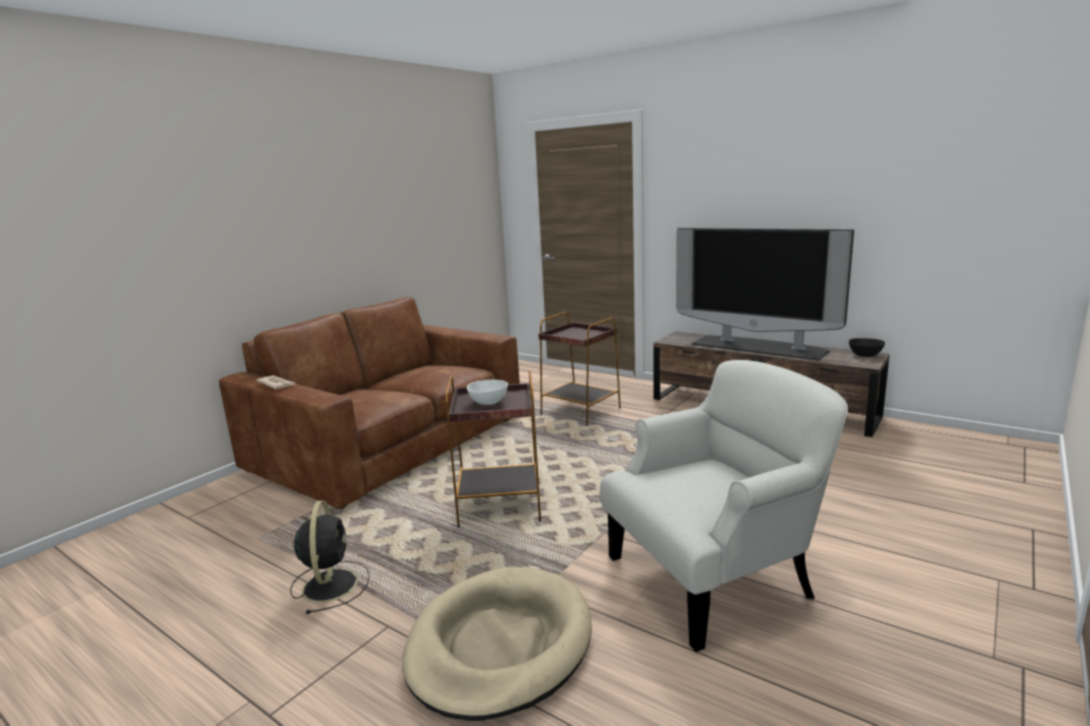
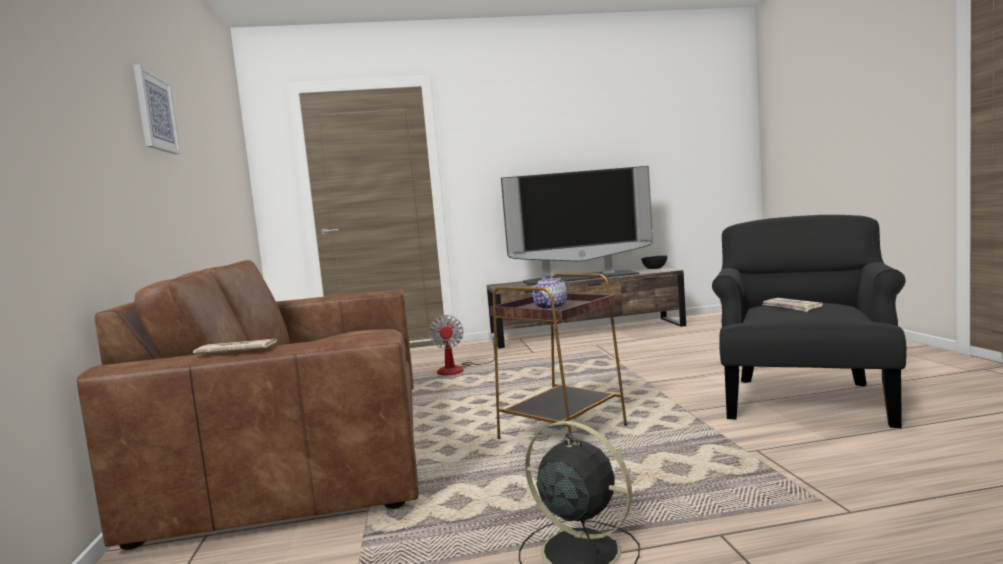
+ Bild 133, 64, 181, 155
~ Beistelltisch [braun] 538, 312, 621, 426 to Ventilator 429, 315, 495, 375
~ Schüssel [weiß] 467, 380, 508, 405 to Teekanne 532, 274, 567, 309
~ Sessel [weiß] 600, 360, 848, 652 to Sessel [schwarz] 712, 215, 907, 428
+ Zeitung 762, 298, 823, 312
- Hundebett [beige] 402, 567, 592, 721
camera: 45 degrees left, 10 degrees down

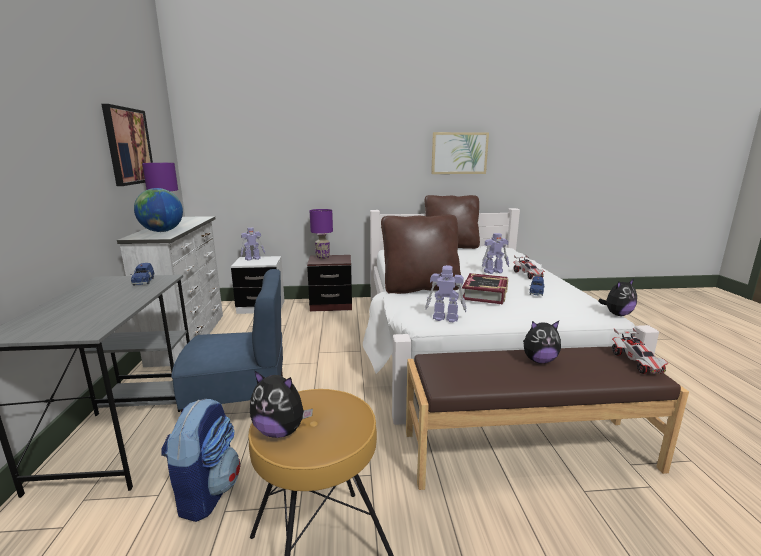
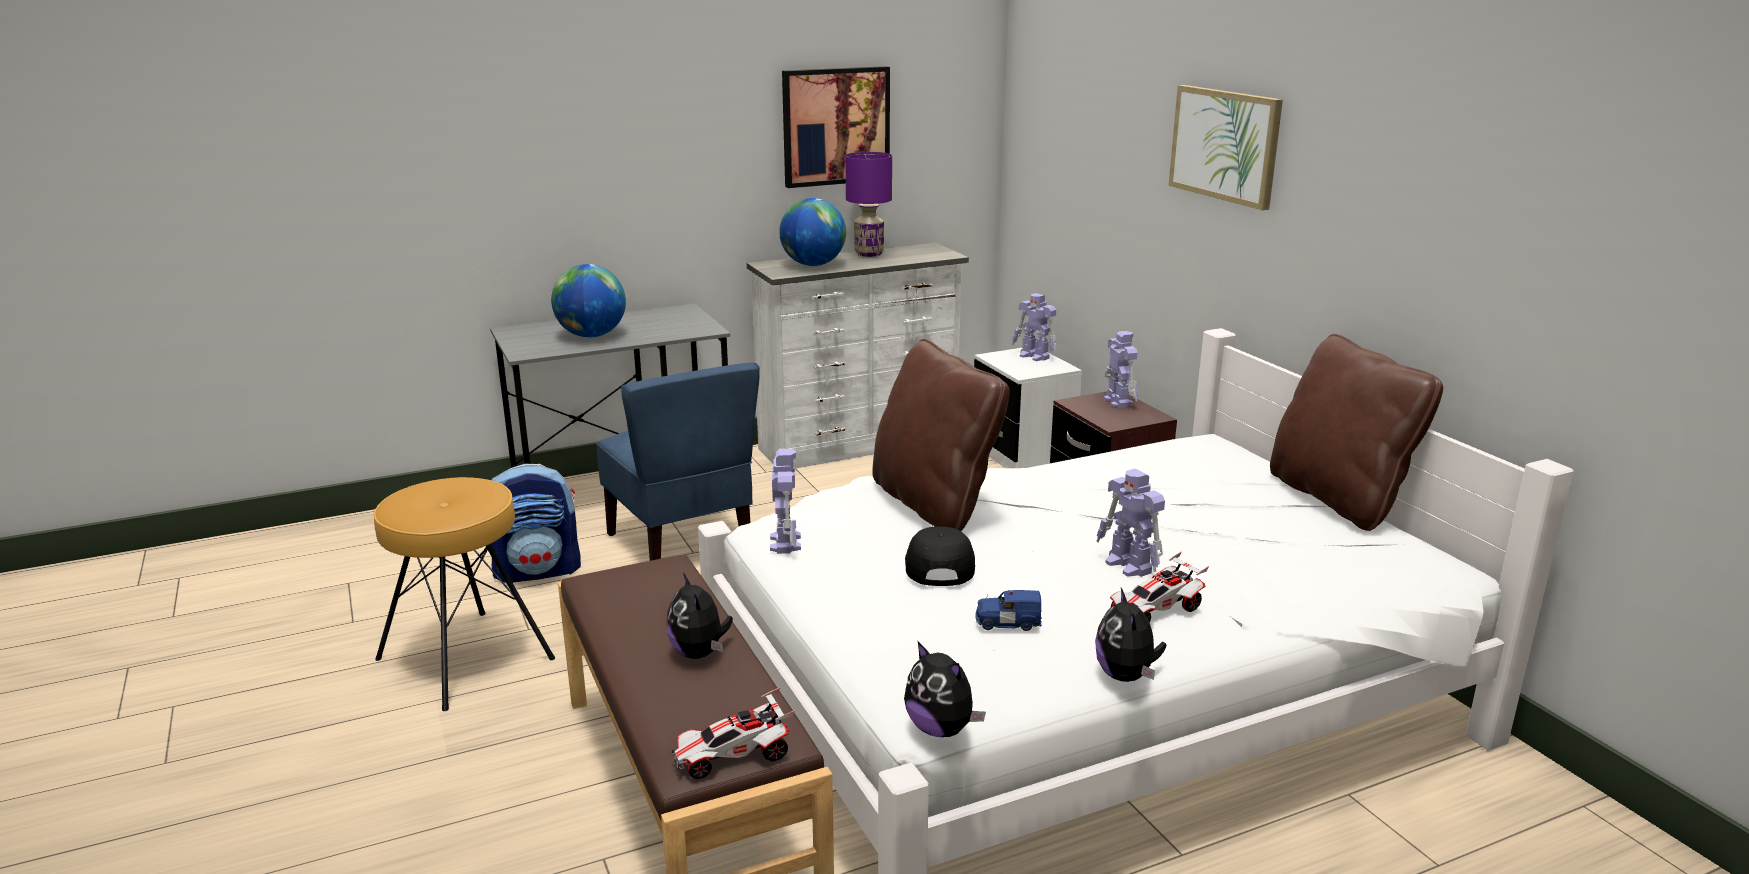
+ Globus 551, 264, 626, 338
~ Buch 462, 273, 508, 305 to Kappe [schwarz] 905, 526, 975, 586
~ Plüschtier 250, 370, 313, 438 to 1095, 588, 1166, 682
~ Tischlampe [lila] 310, 209, 333, 259 to Spielzeugroboter 1104, 331, 1138, 408
~ Bild 431, 132, 489, 174 to 1168, 85, 1283, 210
- Spielzeugauto [blau] 130, 263, 155, 285
camera: 70 degrees right, 5 degrees up

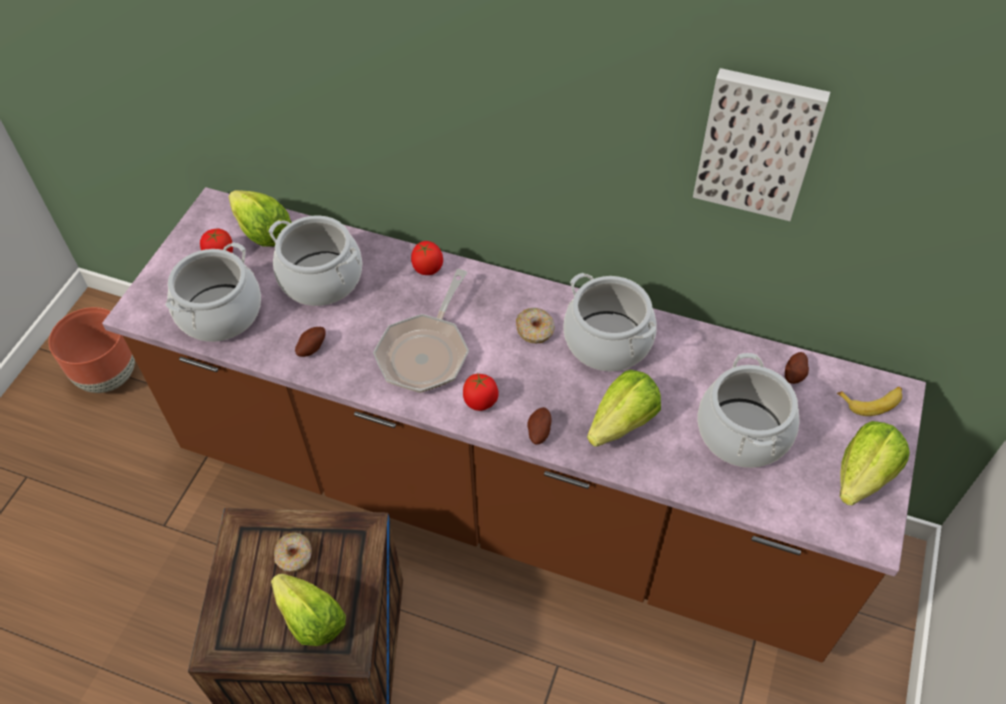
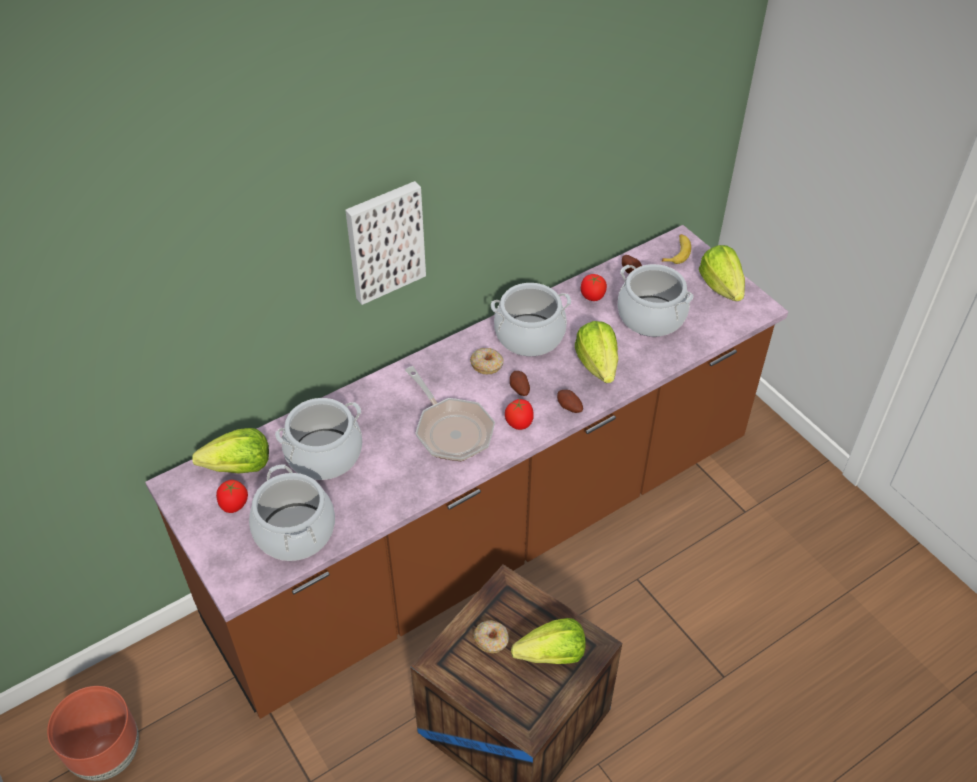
~ Bild 693, 68, 830, 221 to 345, 181, 426, 305
~ Kartoffel 295, 327, 326, 357 to 510, 371, 530, 396
~ Tomate 411, 241, 443, 275 to 581, 274, 607, 301
camera: 55 degrees left, 5 degrees down

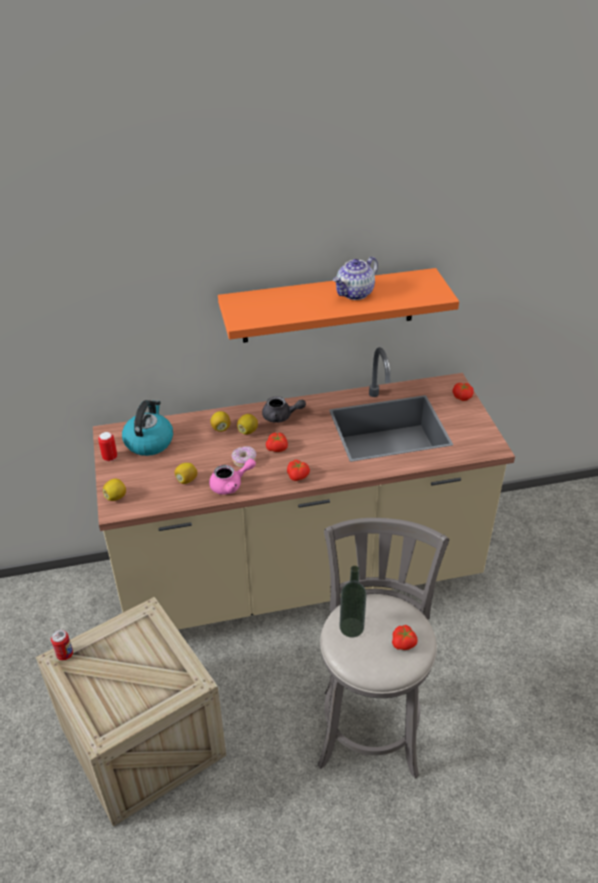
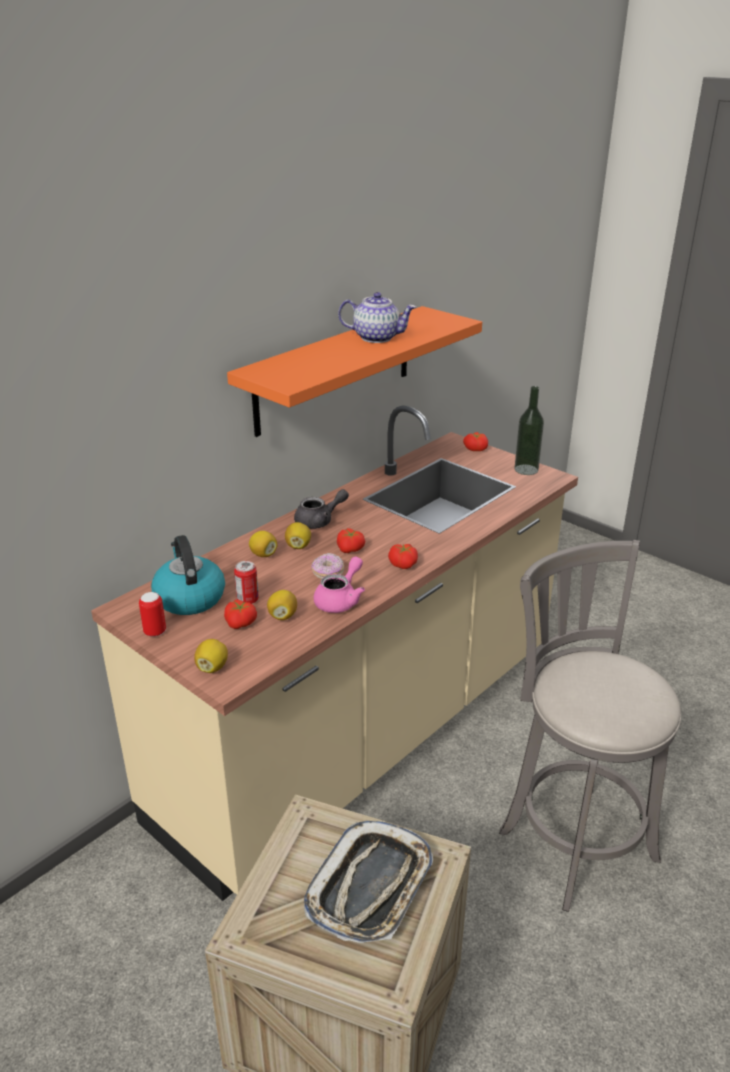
~ Tomate 392, 625, 418, 650 to 224, 600, 257, 629
~ Dose 51, 630, 73, 661 to 234, 561, 259, 604
+ Tablett 304, 821, 433, 943
~ Teekanne 333, 257, 378, 300 = 338, 292, 416, 343 90 degrees counterclockwise
~ Flasche 340, 566, 367, 637 to 514, 386, 544, 475
camera: 35 degrees left, 10 degrees down

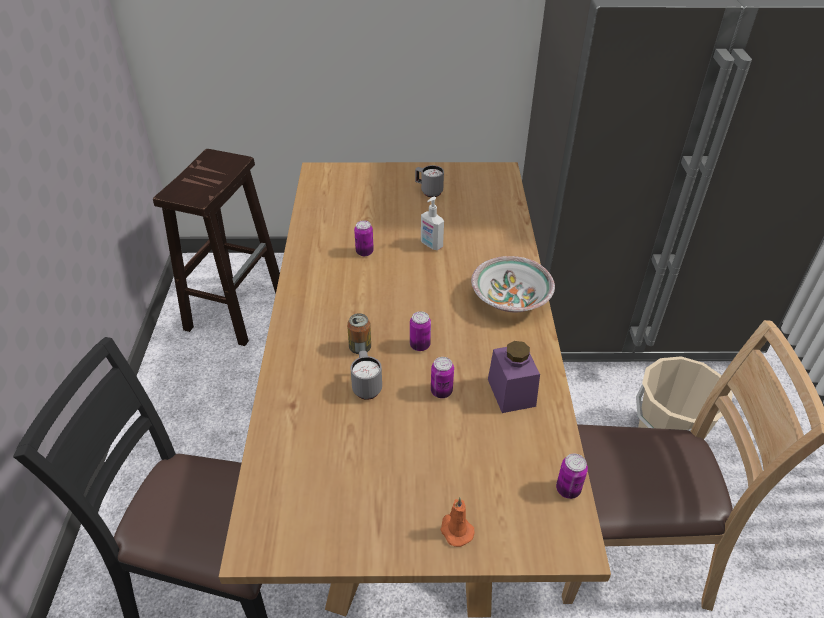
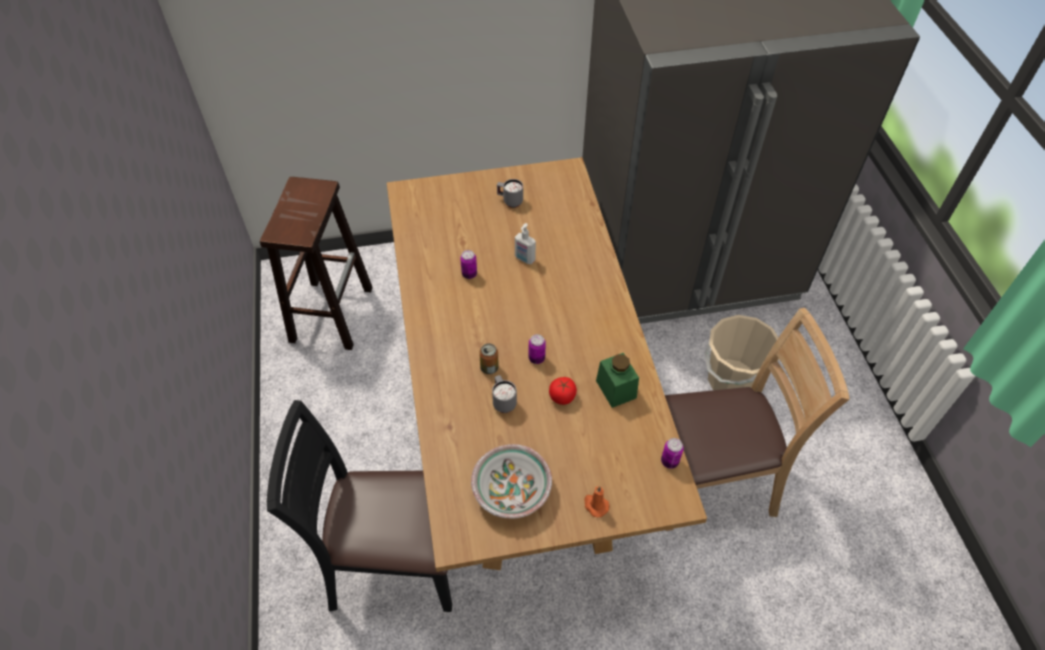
~ Schüssel 471, 256, 555, 312 to 471, 444, 552, 519
~ Dose 431, 357, 454, 398 to Tomate 549, 377, 577, 405
~ Vorratsglas [lila] 488, 341, 540, 413 to Vorratsglas [grün] 596, 353, 639, 408
camera: 10 degrees left, 10 degrees up

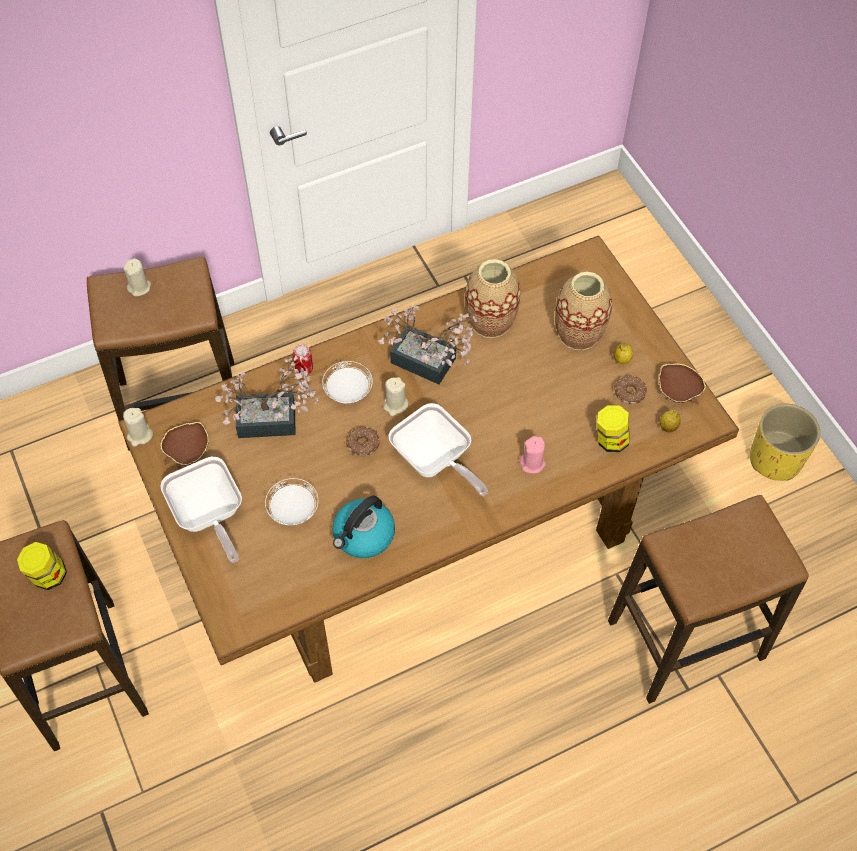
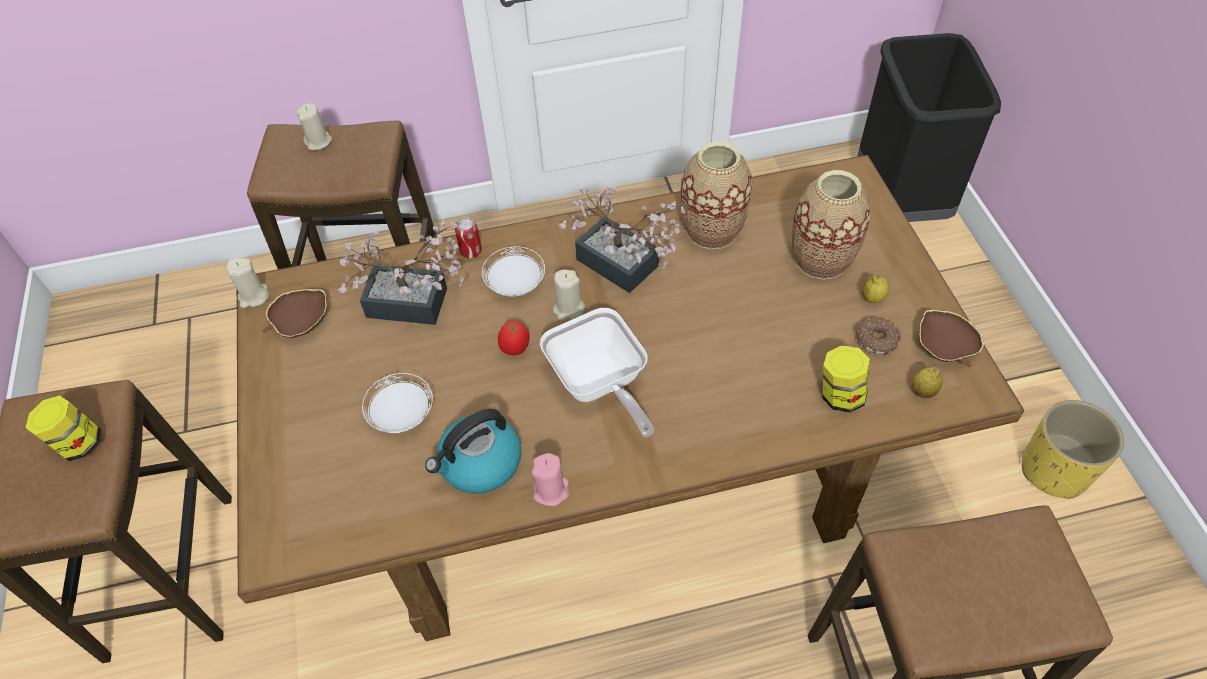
~ Donut 346, 427, 380, 456 to Tomate 498, 321, 530, 355
~ Kerze [rosa] 520, 436, 546, 473 to 532, 453, 569, 506
+ Mülleimer [schwarz] 857, 33, 1001, 222
- Pfanne 160, 457, 242, 563
camera: 15 degrees right, 5 degrees down

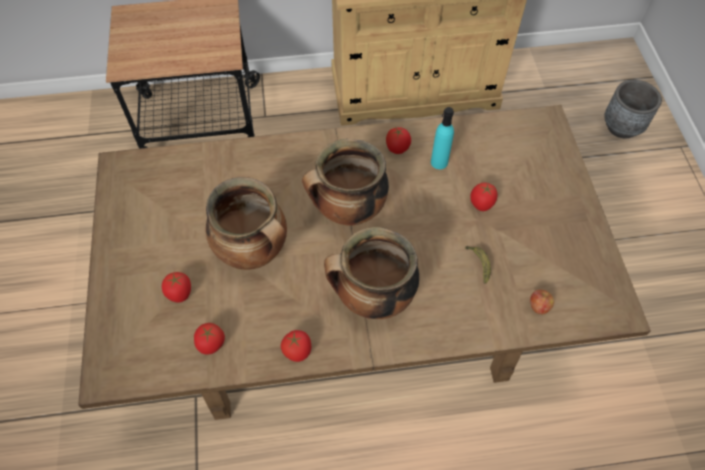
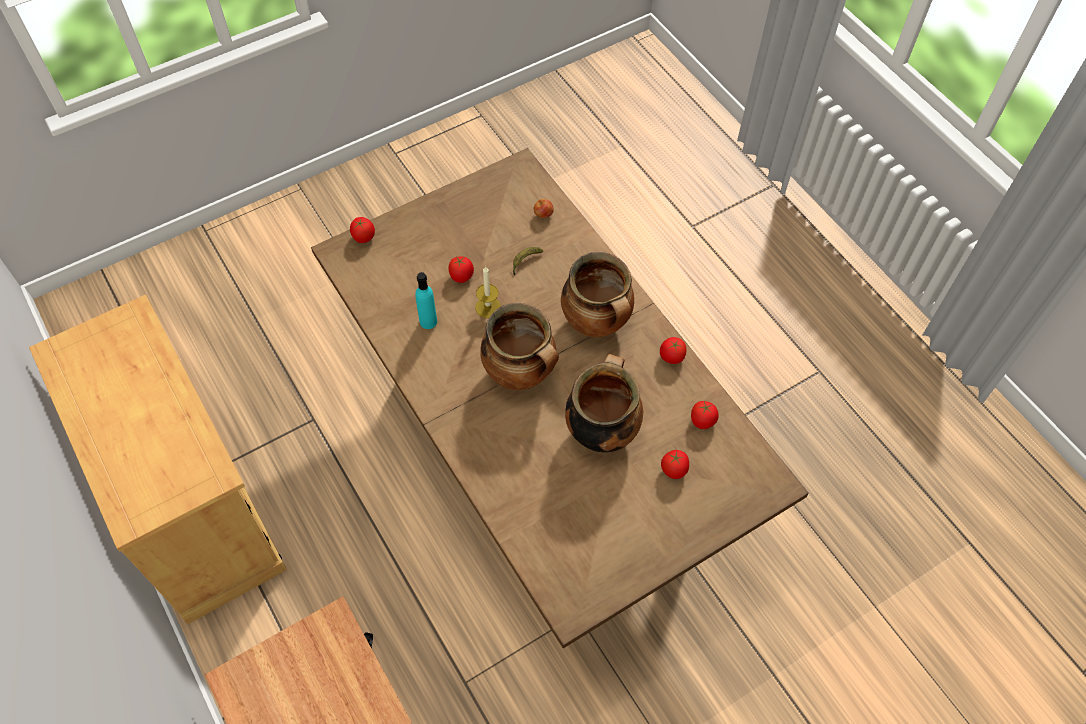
~ Tomate 386, 127, 411, 154 to 350, 217, 375, 243
+ Kerze 475, 266, 501, 318
- Pflanzkübel [grau] 604, 80, 662, 138
camera: 115 degrees left, 0 degrees up

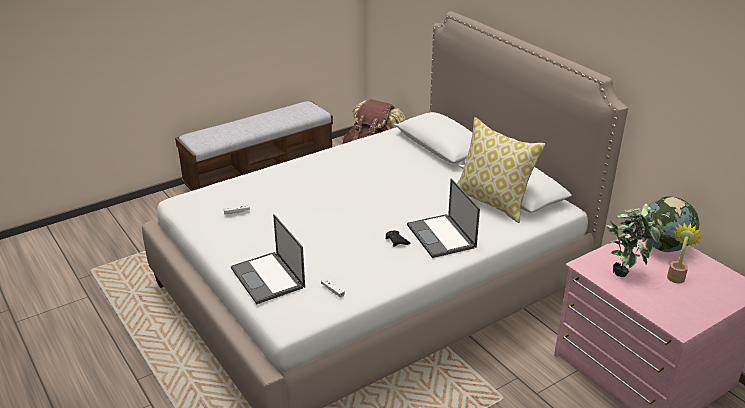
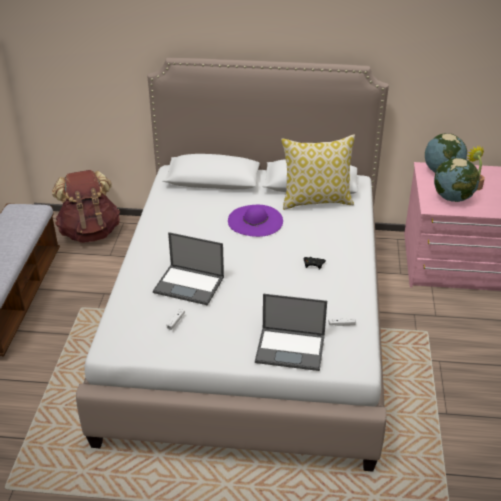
~ Laptop 407, 178, 480, 258 to 153, 232, 224, 306
+ Hut [lila] 228, 205, 283, 237
~ Topfpflanze 606, 203, 670, 277 to Globus 434, 158, 480, 202
camera: 50 degrees left, 5 degrees up

